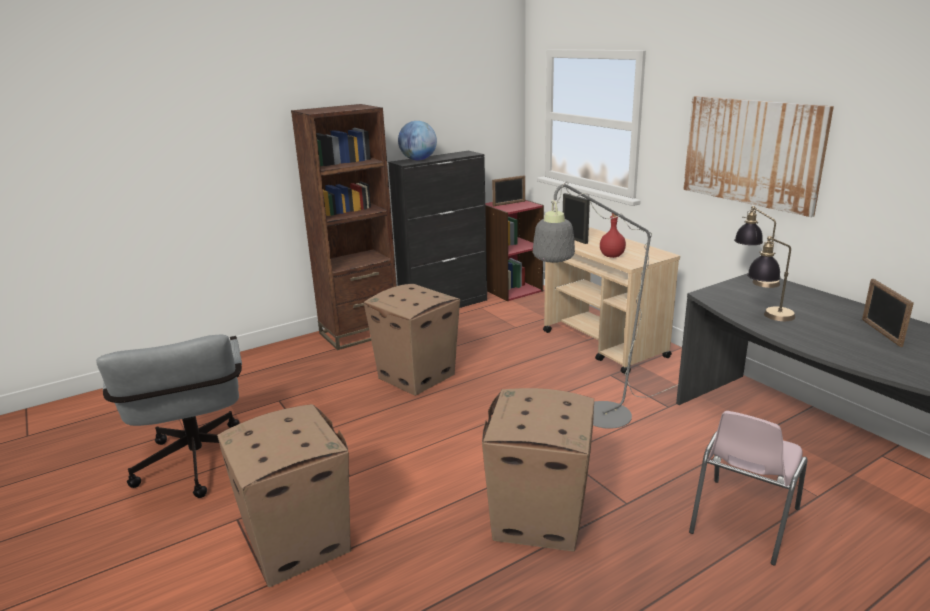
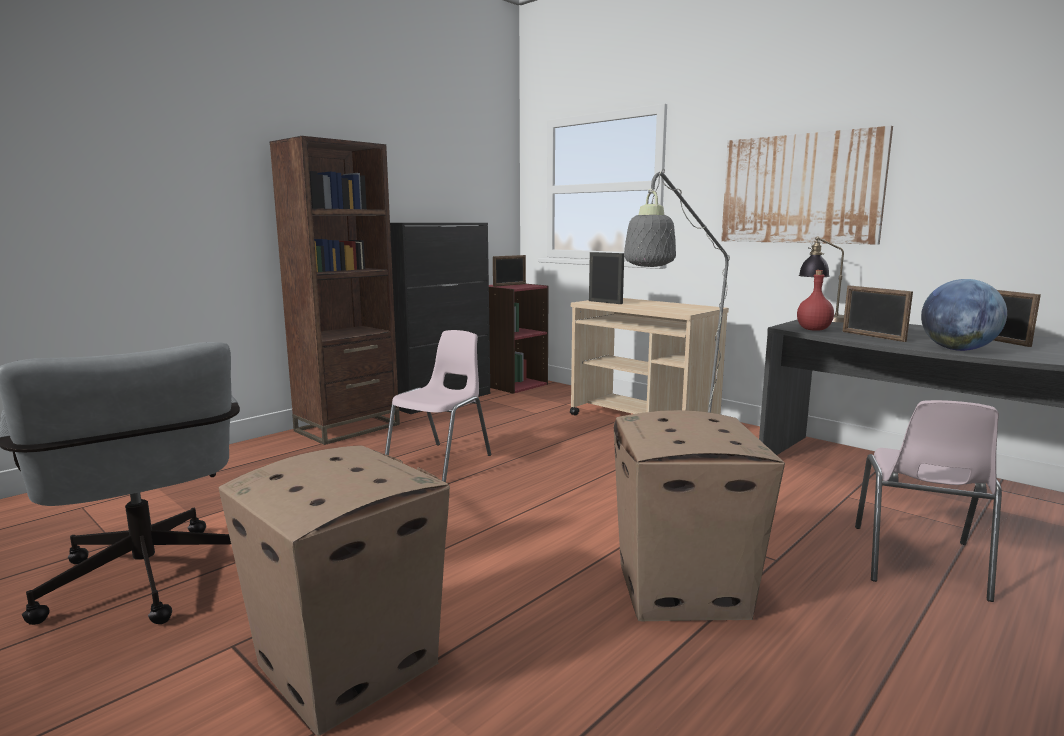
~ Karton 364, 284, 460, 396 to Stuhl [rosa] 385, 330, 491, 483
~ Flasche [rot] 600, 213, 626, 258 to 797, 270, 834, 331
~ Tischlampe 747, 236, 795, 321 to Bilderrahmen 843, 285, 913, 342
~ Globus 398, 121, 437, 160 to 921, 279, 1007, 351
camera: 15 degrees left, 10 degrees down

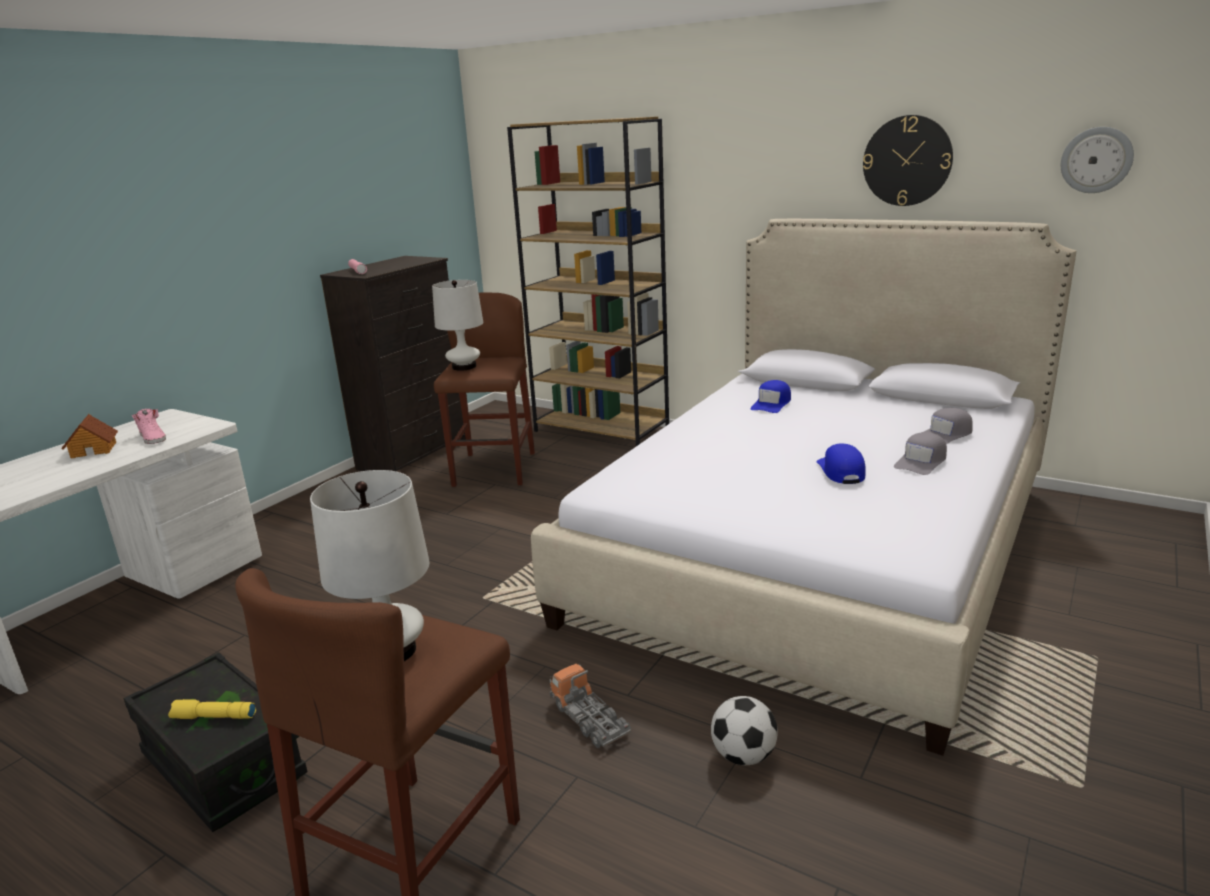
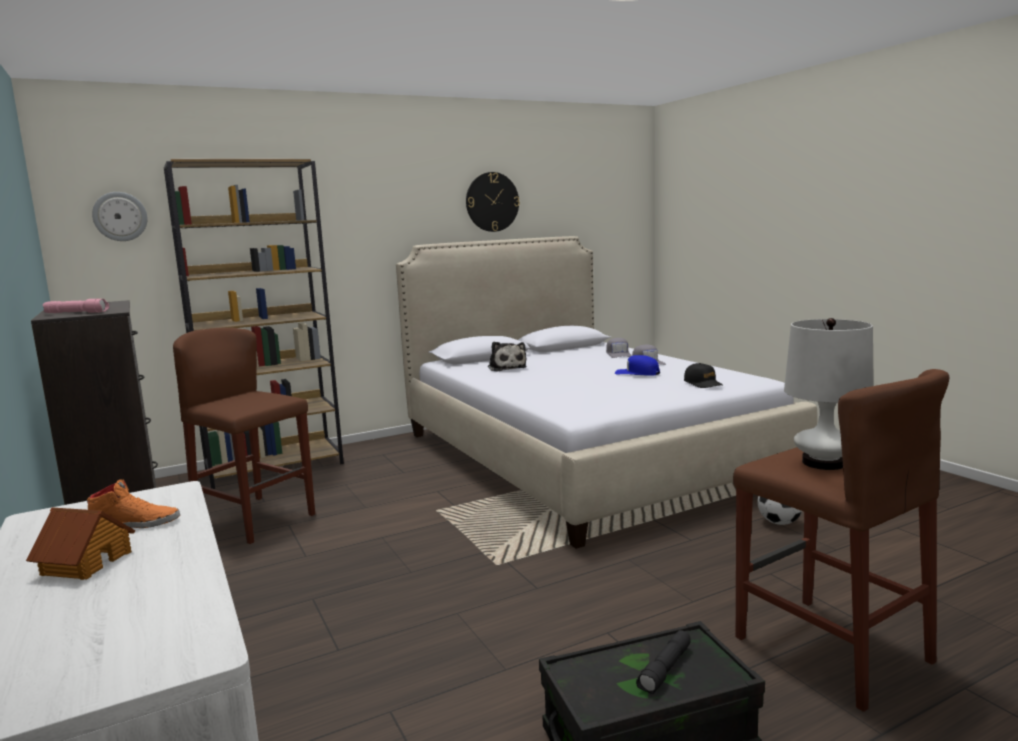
~ Schuh [rosa] 132, 409, 166, 444 to Schuh [orange] 87, 480, 180, 528
~ Wanduhr 1061, 127, 1134, 193 to 92, 192, 148, 241
~ Kappe [blau] 750, 380, 791, 413 to Plüschtier 488, 342, 527, 372
~ Taschenlampe [gelb] 168, 699, 256, 719 to Taschenlampe [schwarz] 636, 630, 691, 694
+ Kappe [schwarz] 684, 363, 723, 388
- Tischlampe [weiß] 432, 280, 484, 371
- Spielzeuglaster 549, 664, 631, 748
camera: 60 degrees left, 10 degrees down

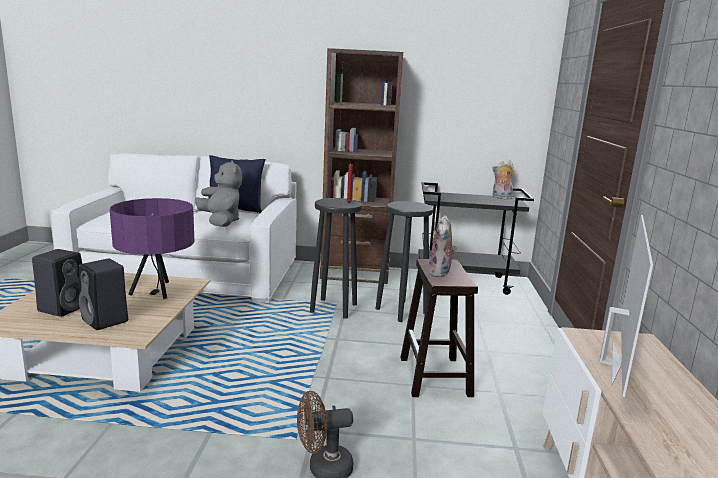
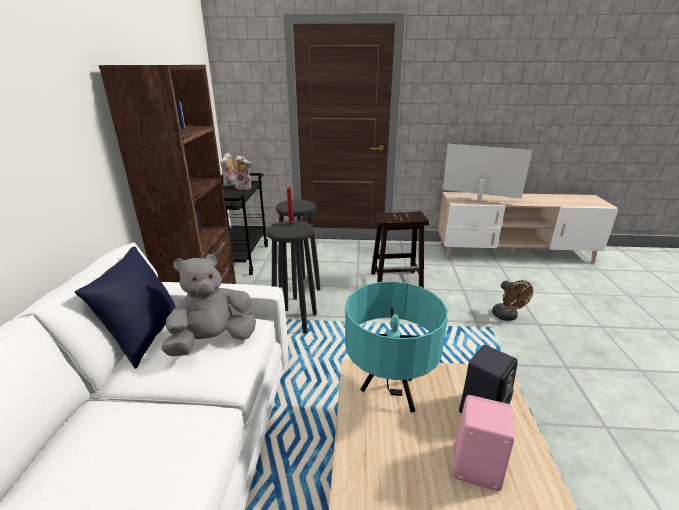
~ Plüschtier 428, 215, 457, 278 to 234, 156, 252, 190
~ Tischlampe [lila] 110, 198, 195, 299 to Tischlampe [türkis] 345, 281, 447, 413
~ Lautsprecher [schwarz] 32, 249, 82, 317 to Lautsprecher [rosa] 452, 395, 515, 491
camera: 90 degrees left, 10 degrees up

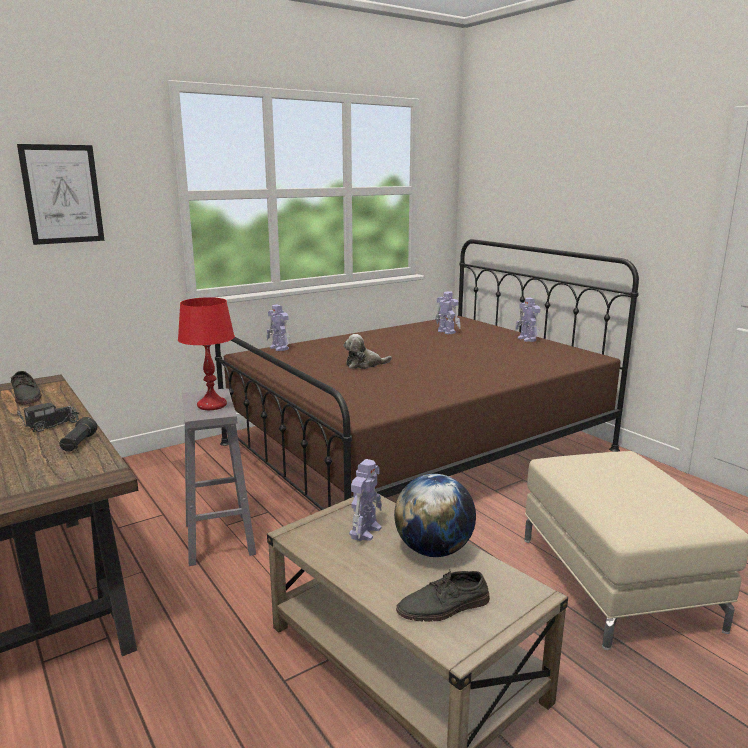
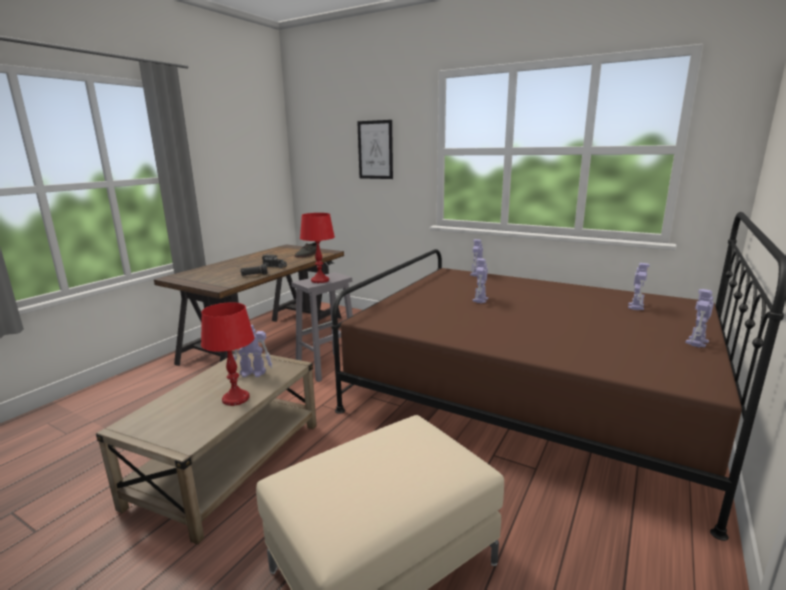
~ Globus 394, 474, 476, 557 to Tischlampe [rot] 201, 302, 255, 406
~ Plüschtier 343, 334, 392, 369 to Spielzeugroboter 472, 258, 488, 303
- Schuh [grau] 396, 571, 490, 622
camera: 65 degrees right, 0 degrees up

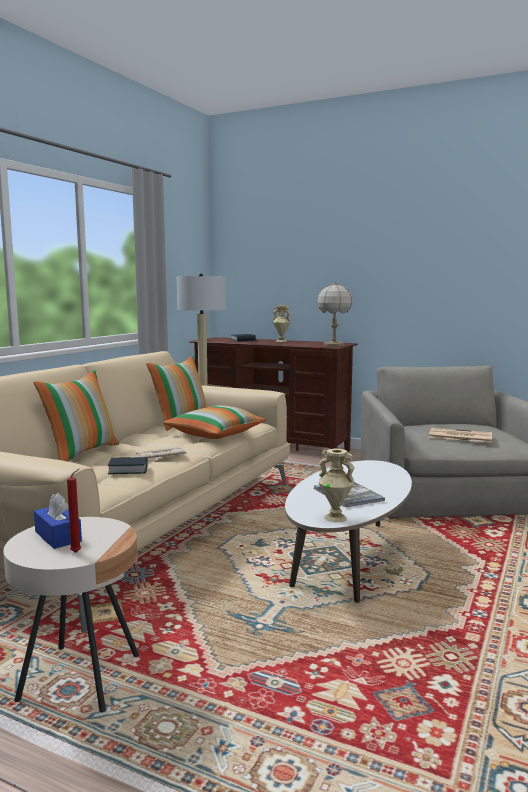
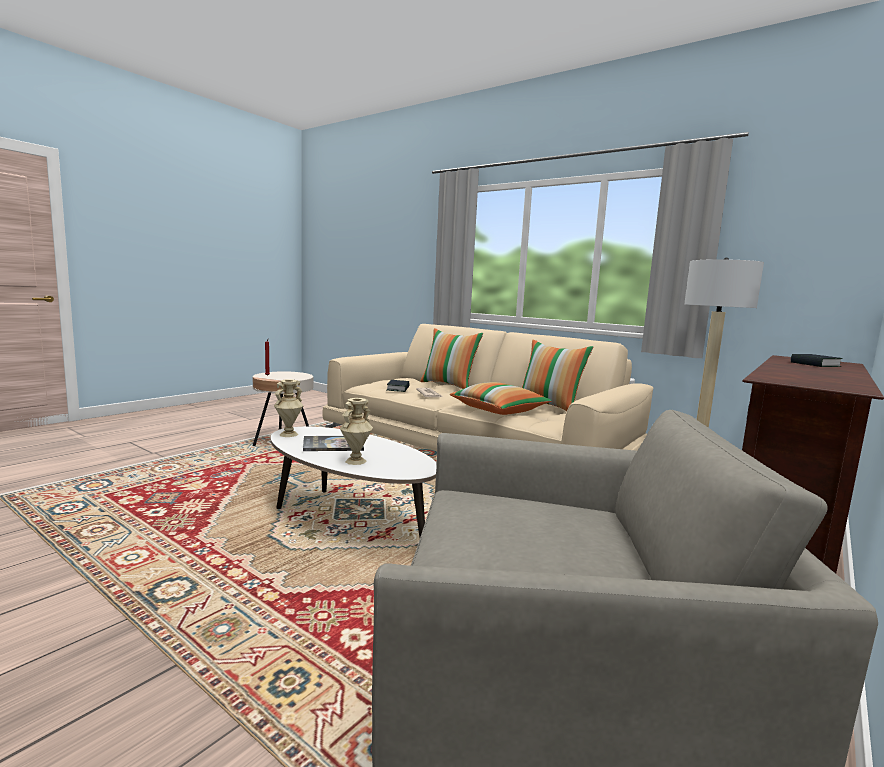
~ Vase [beige] 273, 306, 291, 342 to 340, 398, 373, 465
- Taschentuchbox [blau] 34, 493, 82, 549
- Tischlampe 317, 281, 353, 347
- Zeitung 429, 428, 492, 443
camera: 100 degrees right, 0 degrees up

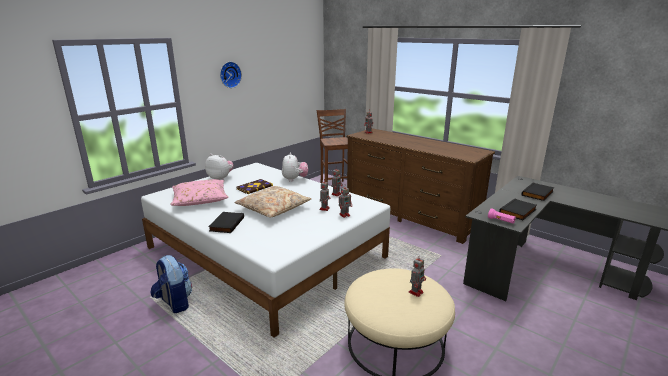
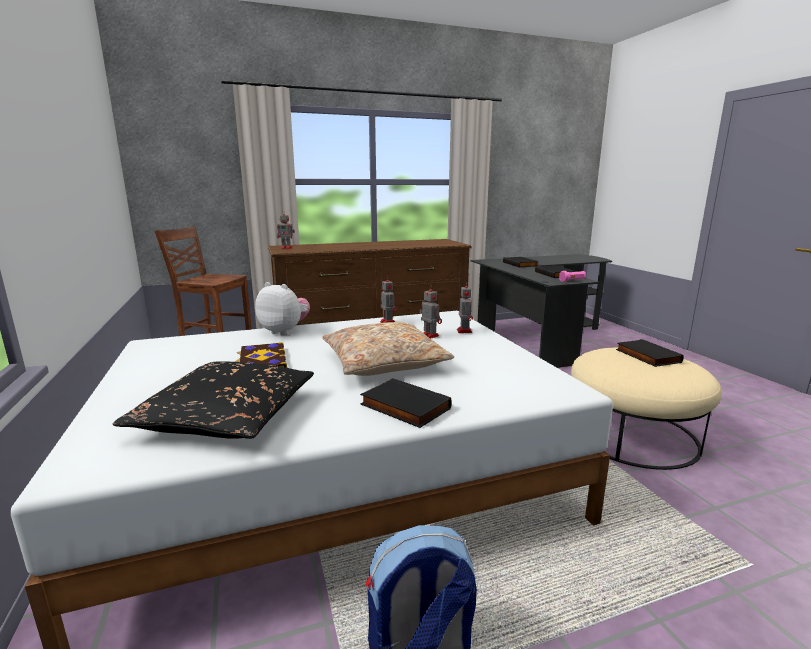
~ Kissen [rosa] 170, 179, 229, 206 to Kissen [schwarz] 113, 361, 314, 439
~ Spielzeugroboter 409, 257, 426, 297 to Buch [schwarz] 616, 339, 684, 367
- Plüschtier 205, 154, 234, 180
- Wanduhr 220, 62, 242, 88
camera: 60 degrees left, 5 degrees down

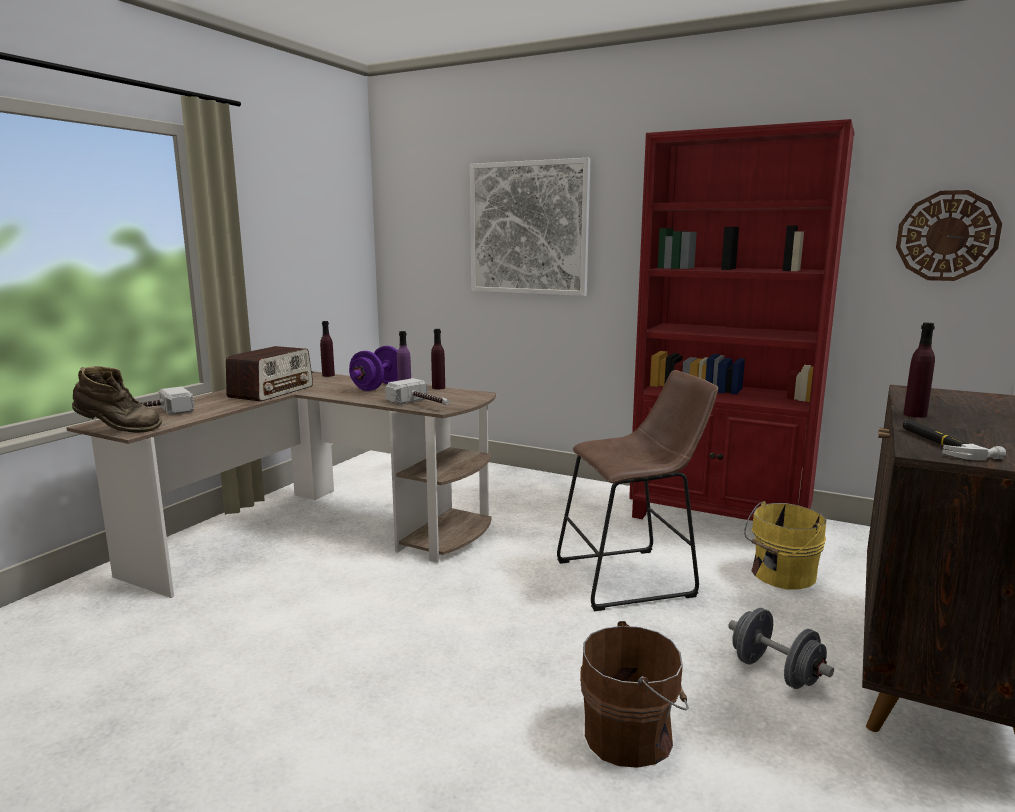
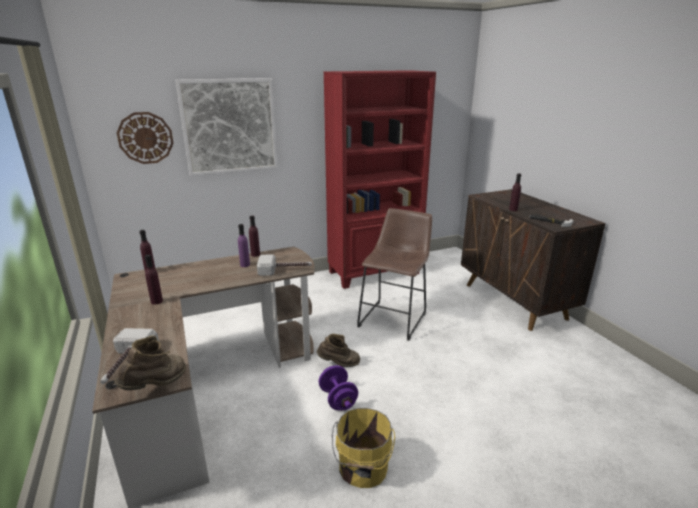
~ Wanduhr 896, 190, 1002, 281 to 117, 112, 174, 164
~ Radio 226, 346, 313, 401 to Flasche [lila] 145, 255, 163, 305
+ Stiefel [braun] 317, 334, 360, 367
~ Hantel [lila] 349, 346, 398, 391 to 319, 365, 358, 410
~ Eimer [gelb] 744, 501, 827, 590 to 332, 408, 395, 488
- Eimer [braun] 580, 621, 689, 768
- Hantel [grau] 728, 608, 834, 689
camera: 50 degrees left, 10 degrees up

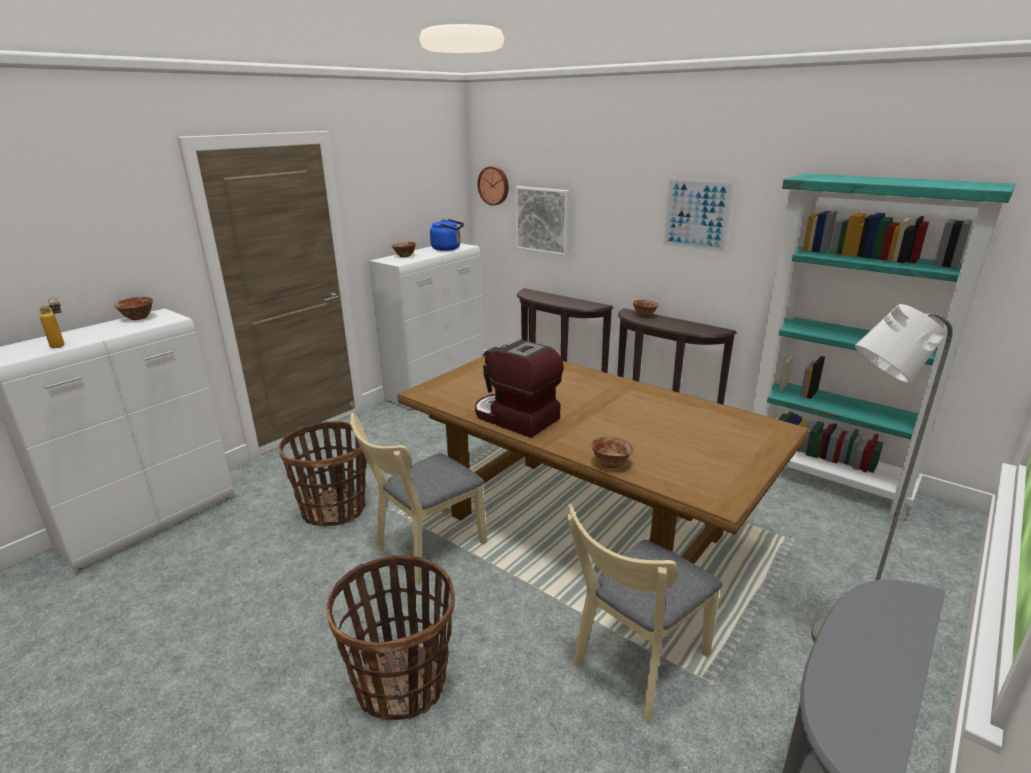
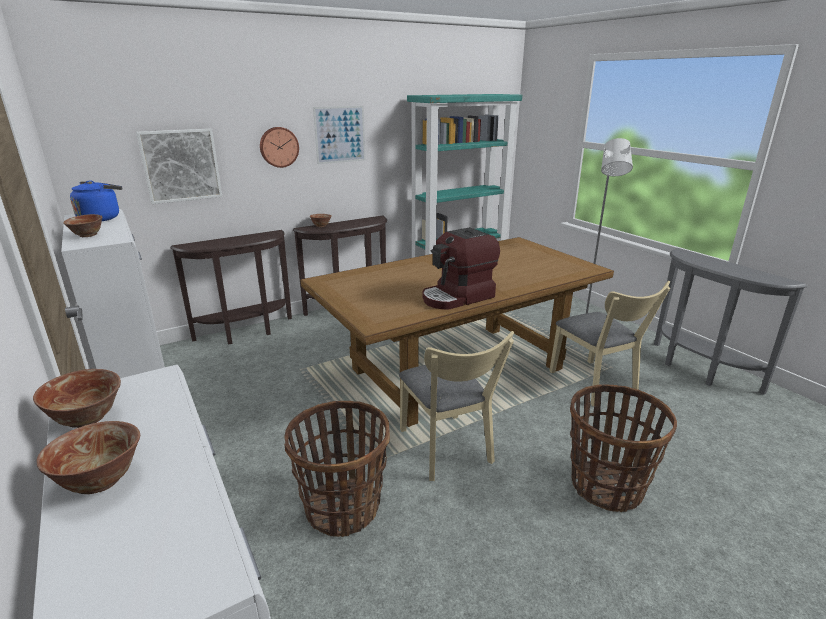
~ Schüssel 591, 436, 634, 468 to 36, 421, 140, 494
~ Wanduhr 478, 166, 509, 206 to 260, 127, 299, 168
- Flasche 38, 298, 65, 348
camera: 70 degrees left, 0 degrees up

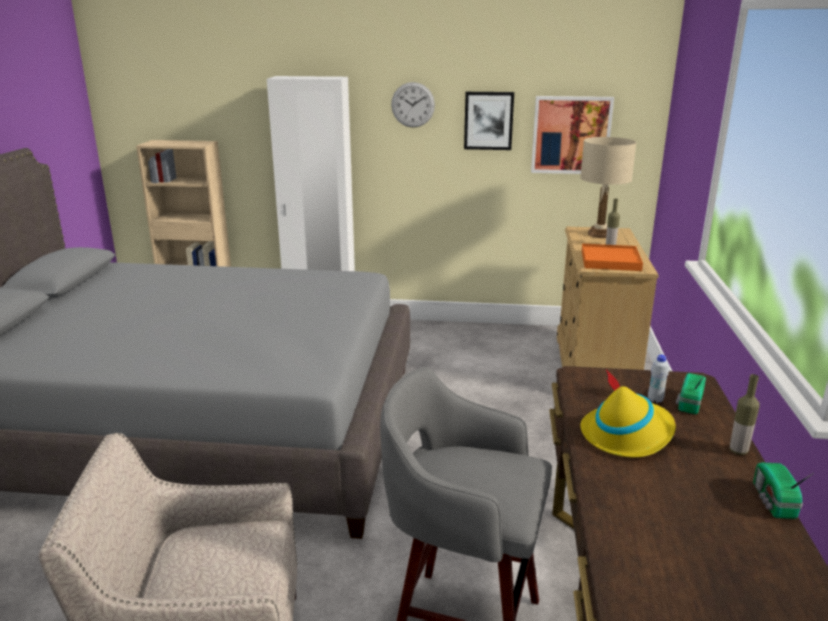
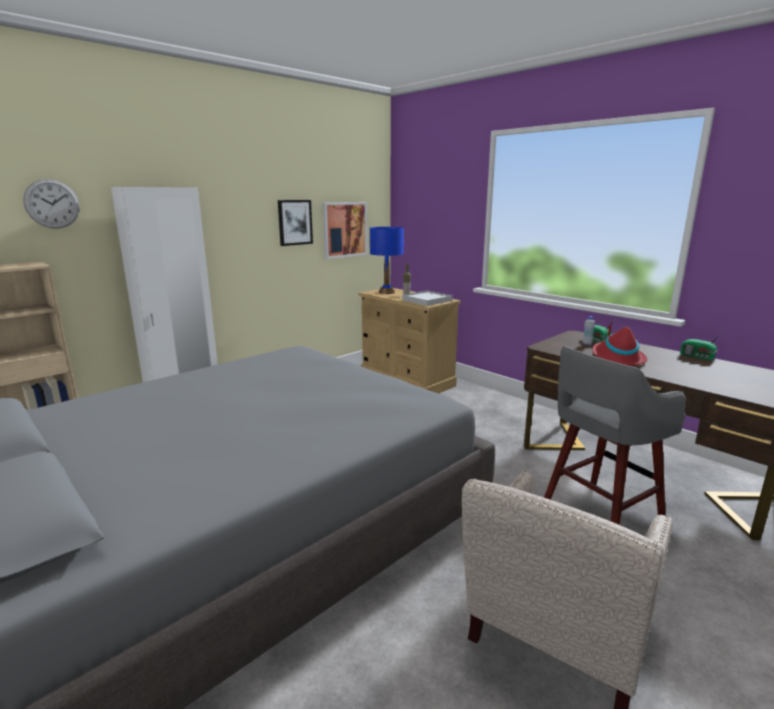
~ Wanduhr 391, 82, 435, 127 to 23, 179, 80, 229
~ Tischlampe [beige] 580, 137, 637, 238 to Tischlampe [blau] 370, 227, 404, 294
~ Tablett [orange] 582, 244, 643, 271 to Tablett [weiß] 402, 291, 452, 306
~ Hut [gelb] 581, 370, 676, 457 to Hut [rot] 593, 321, 648, 366
- Flasche 730, 374, 760, 455
camera: 50 degrees left, 5 degrees down

